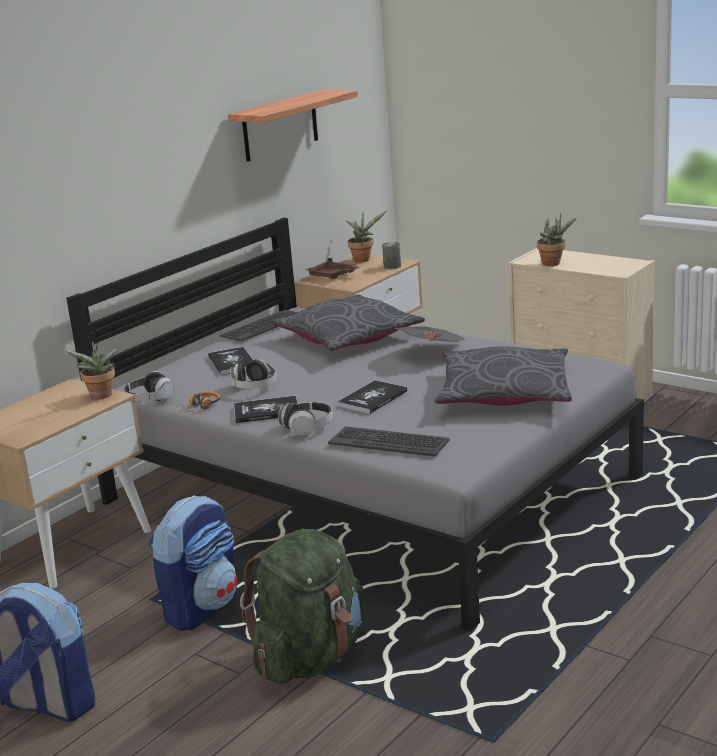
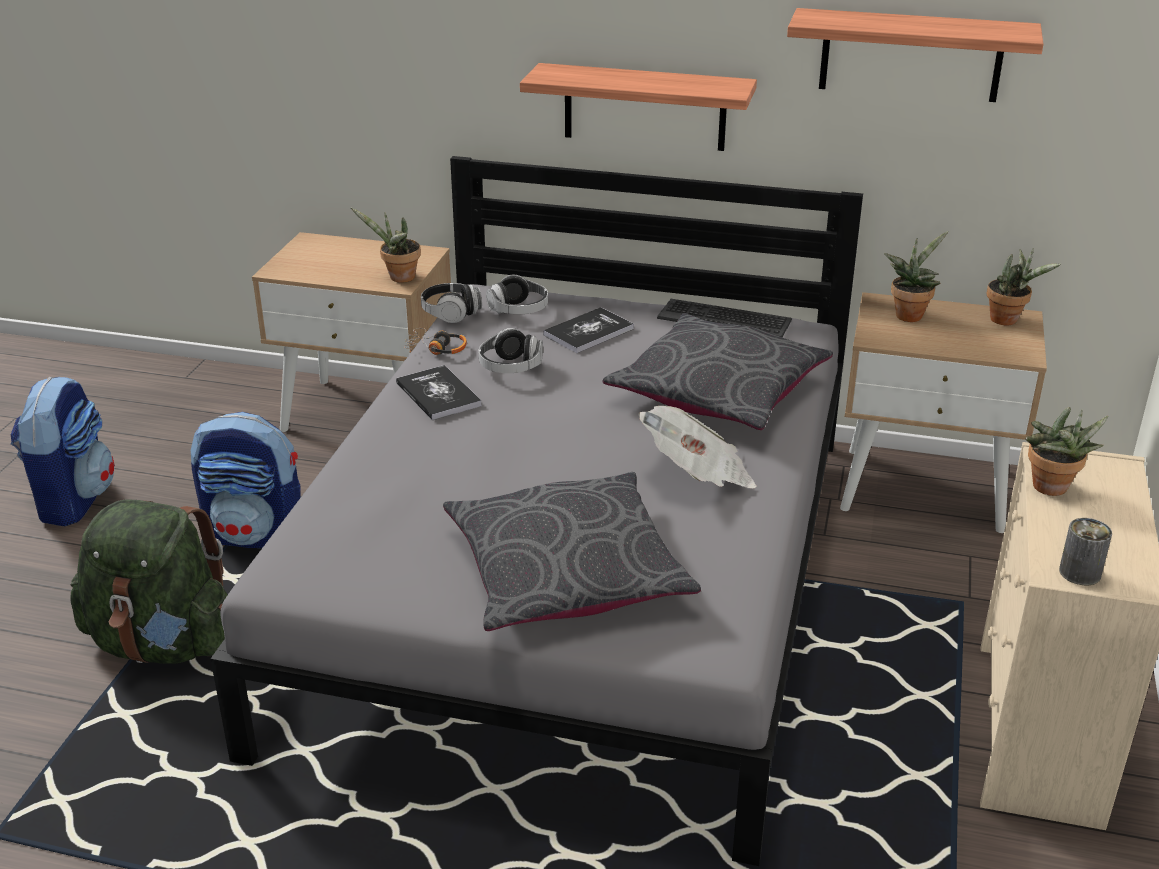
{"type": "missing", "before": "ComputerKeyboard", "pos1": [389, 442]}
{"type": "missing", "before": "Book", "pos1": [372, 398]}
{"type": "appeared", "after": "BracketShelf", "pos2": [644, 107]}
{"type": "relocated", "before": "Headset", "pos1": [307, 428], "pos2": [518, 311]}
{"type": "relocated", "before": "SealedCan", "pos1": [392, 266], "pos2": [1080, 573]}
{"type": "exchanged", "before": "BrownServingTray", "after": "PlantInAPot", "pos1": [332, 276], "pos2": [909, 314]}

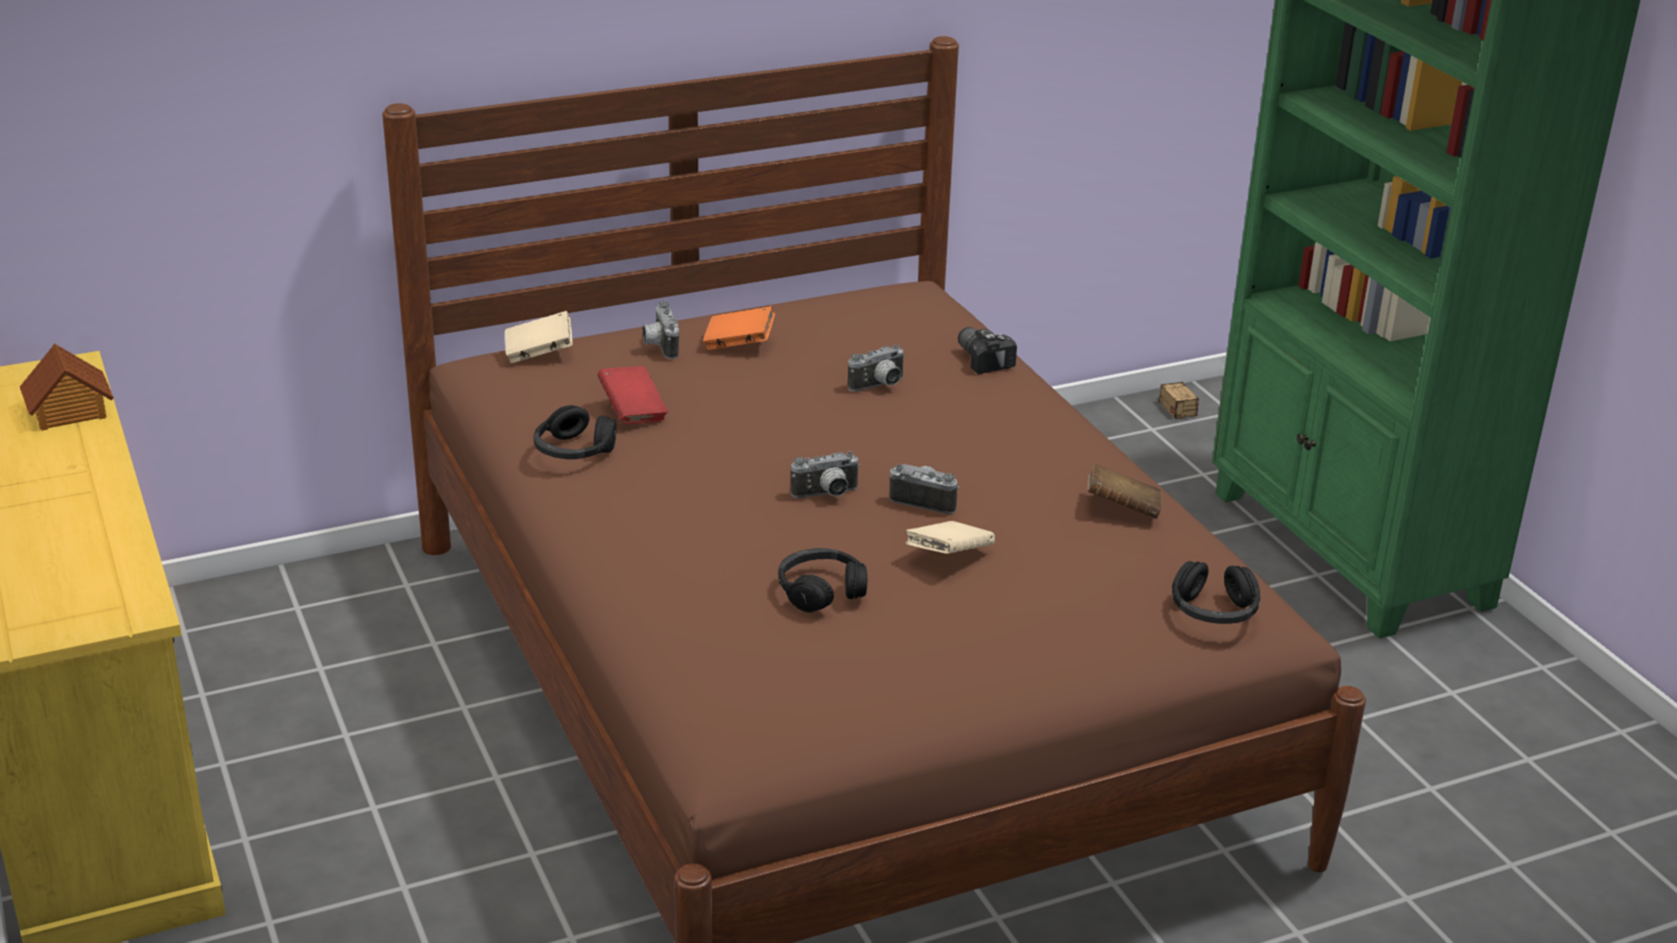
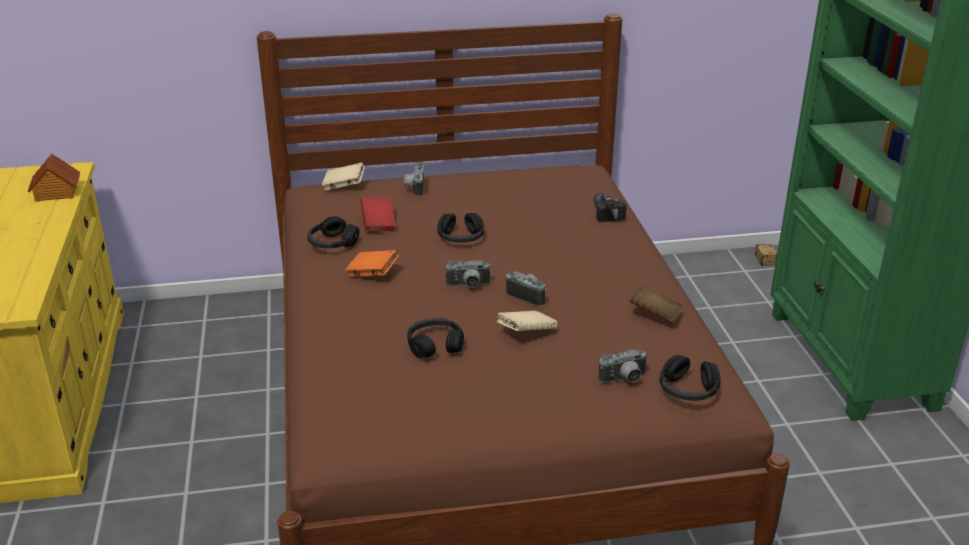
{"type": "appeared", "after": "BlackHeadset", "pos2": [461, 238]}
{"type": "relocated", "before": "OrangeColouredBook", "pos1": [739, 344], "pos2": [372, 274]}
{"type": "relocated", "before": "StillCamera", "pos1": [879, 386], "pos2": [624, 380]}

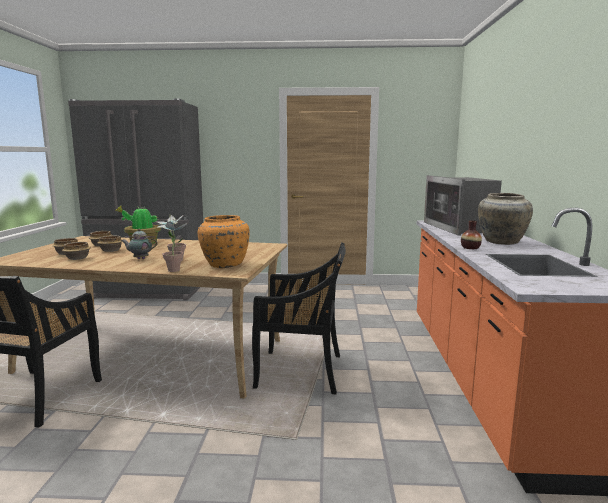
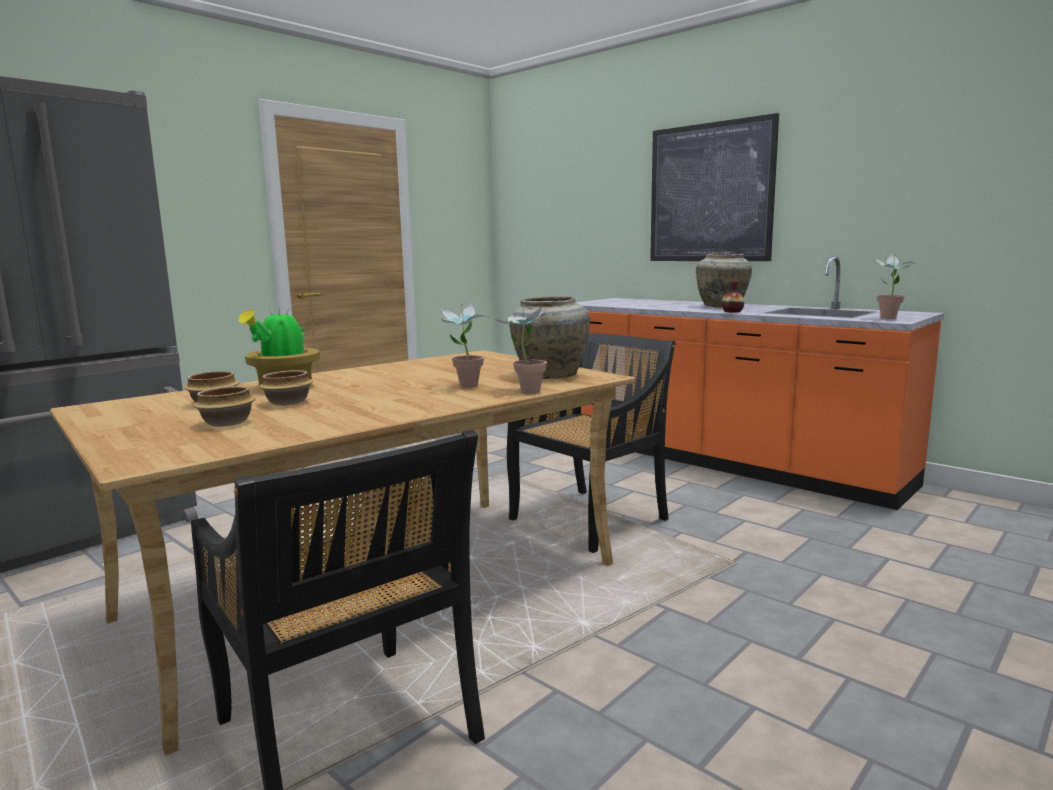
{"type": "missing", "before": "DeepDish", "pos1": [77, 258]}
{"type": "missing", "before": "TeaPot", "pos1": [140, 259]}
{"type": "missing", "before": "MicrowaveOven", "pos1": [459, 228]}
{"type": "appeared", "after": "Picture", "pos2": [710, 193]}
{"type": "appeared", "after": "PlantInAPot", "pos2": [888, 318]}
{"type": "colour", "before": "OrangeColouredFlowerVase", "after": "SandColouredFlowerVase", "pos1": [224, 265], "pos2": [549, 375]}

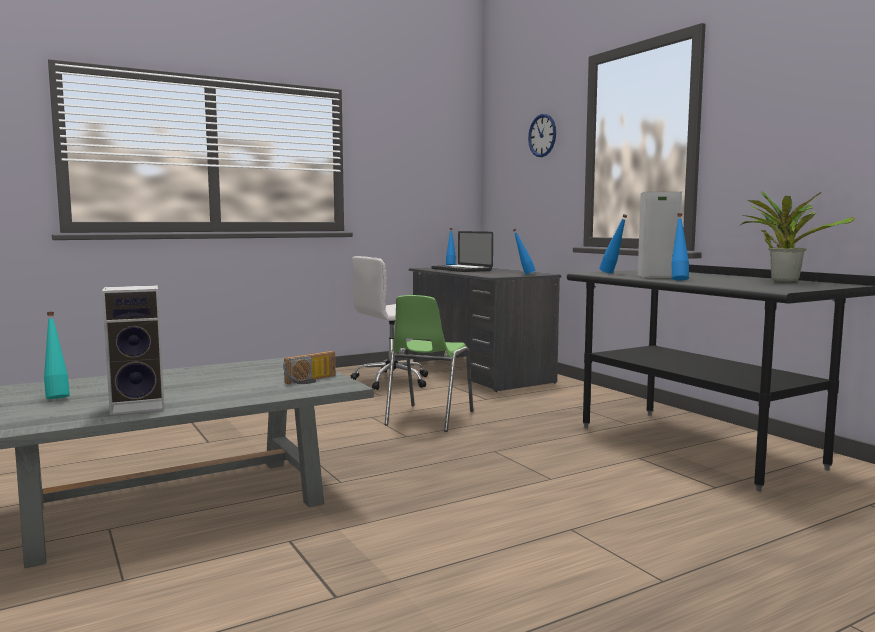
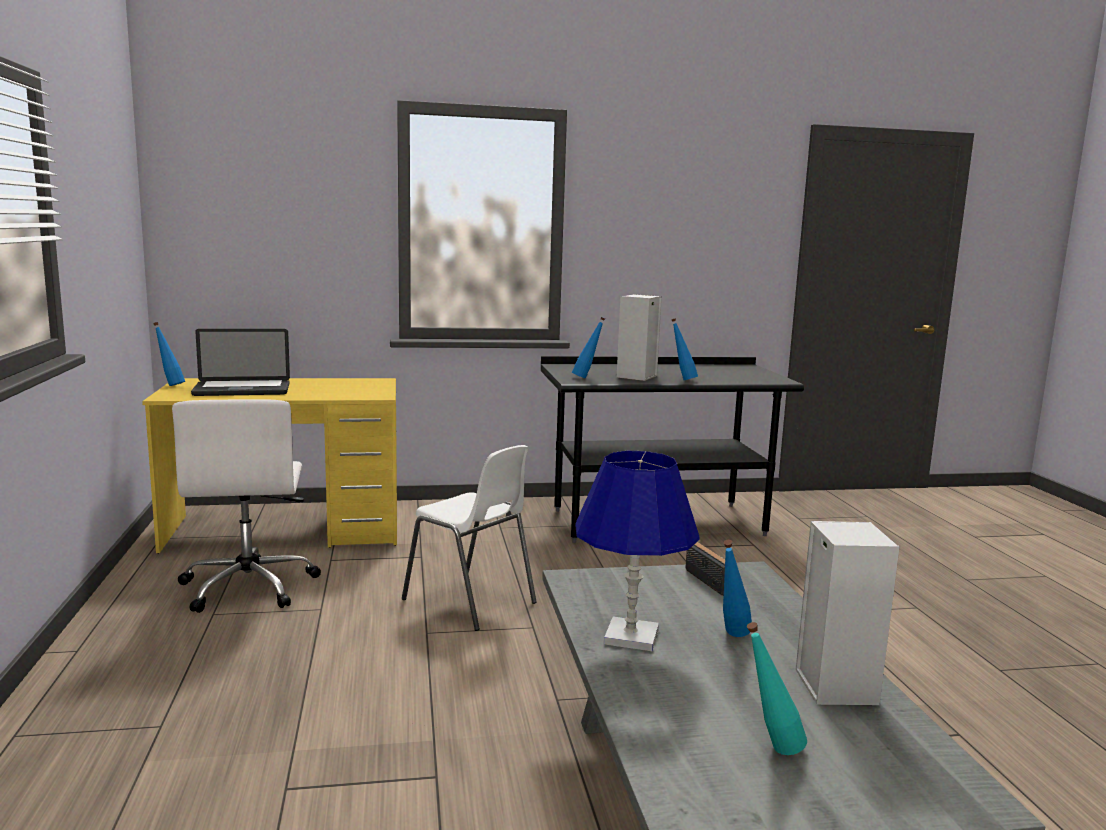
{"type": "missing", "before": "WallClock", "pos1": [542, 135]}
{"type": "missing", "before": "PlantInAPot", "pos1": [782, 281]}
{"type": "appeared", "after": "BluishTabletopLamp", "pos2": [630, 636]}
{"type": "relocated", "before": "BluishBeverageBottle", "pos1": [523, 274], "pos2": [731, 637]}
{"type": "colour", "before": "GreenishPlainChair", "after": "WhitishPlainChair", "pos1": [428, 418], "pos2": [470, 601]}
{"type": "colour", "before": "GreyishDesk", "after": "YellowColouredDesk", "pos1": [480, 372], "pos2": [286, 531]}

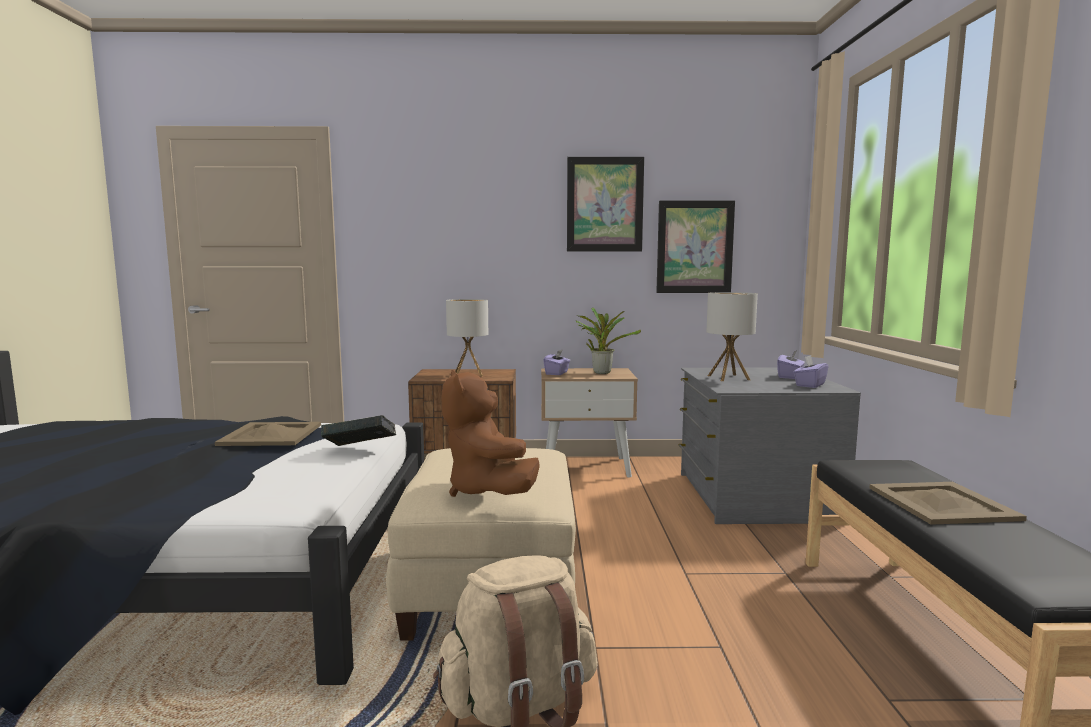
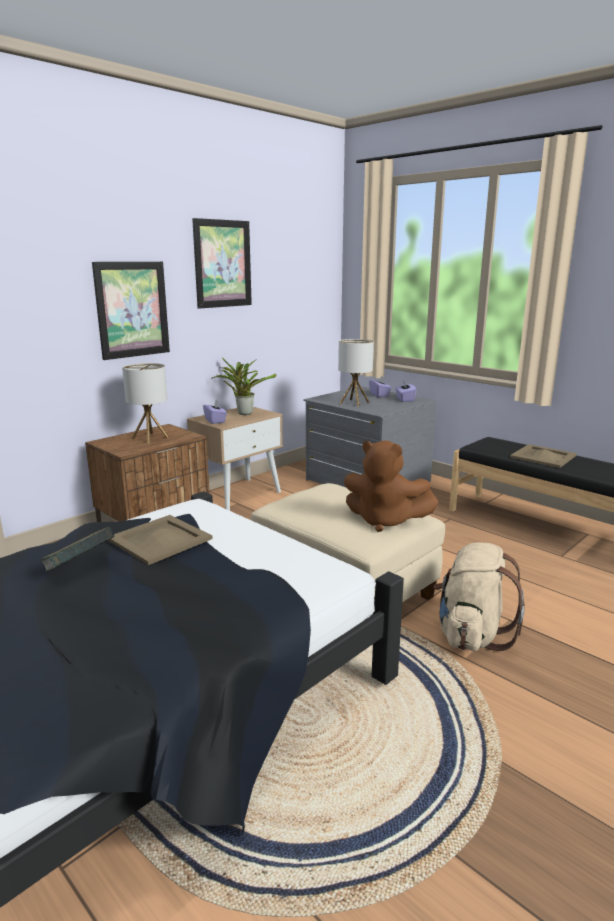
{"type": "relocated", "before": "Book", "pos1": [360, 450], "pos2": [79, 568]}
{"type": "relocated", "before": "Picture", "pos1": [694, 247], "pos2": [132, 309]}

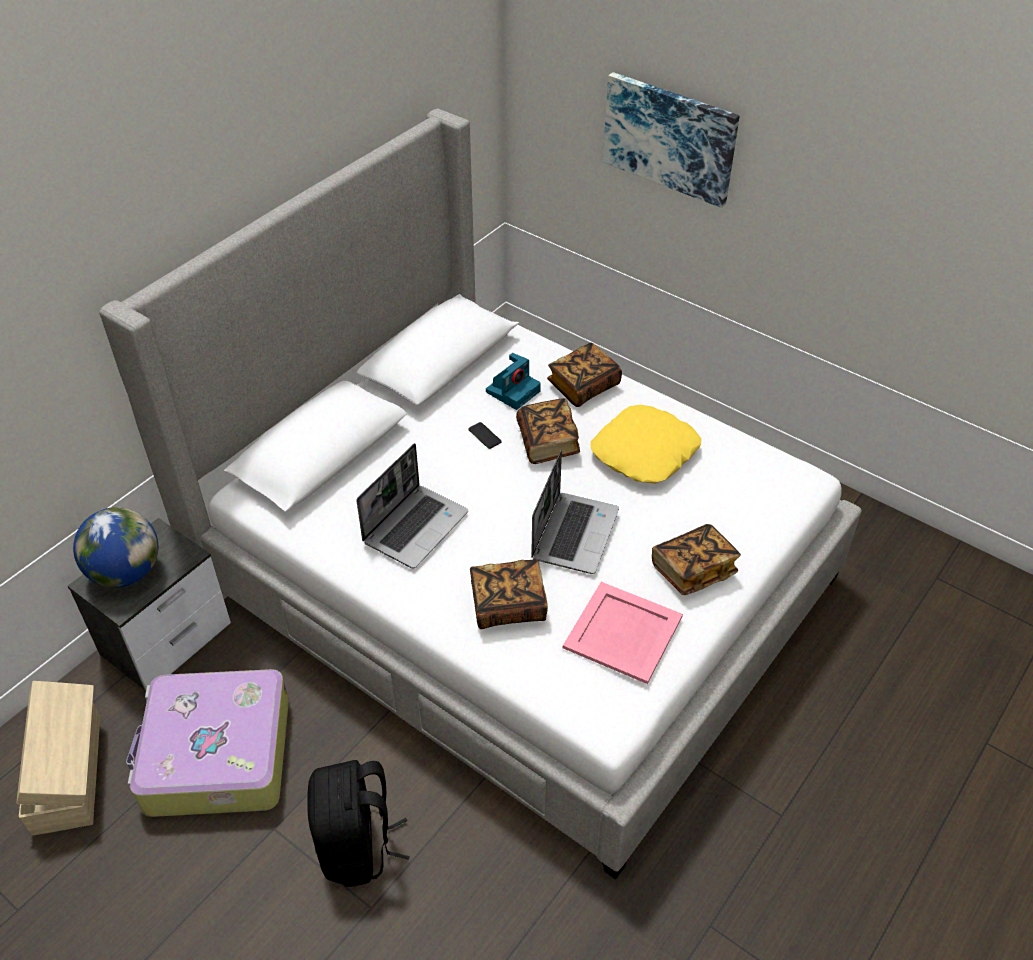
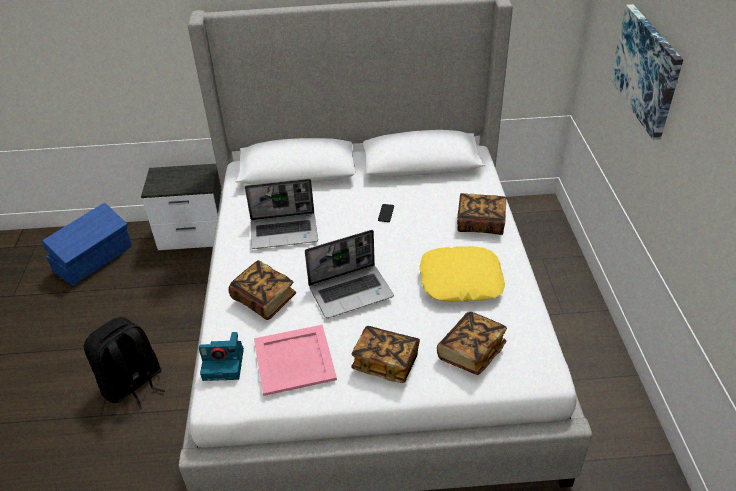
{"type": "missing", "before": "WorldGlobe", "pos1": [126, 572]}
{"type": "missing", "before": "PieceOfLuggage", "pos1": [216, 755]}
{"type": "relocated", "before": "StillCamera", "pos1": [513, 391], "pos2": [224, 363]}
{"type": "relocated", "before": "Book", "pos1": [548, 443], "pos2": [471, 352]}
{"type": "colour", "before": "SandColouredStorageContainer", "after": "BluishStorageContainer", "pos1": [69, 772], "pos2": [95, 259]}

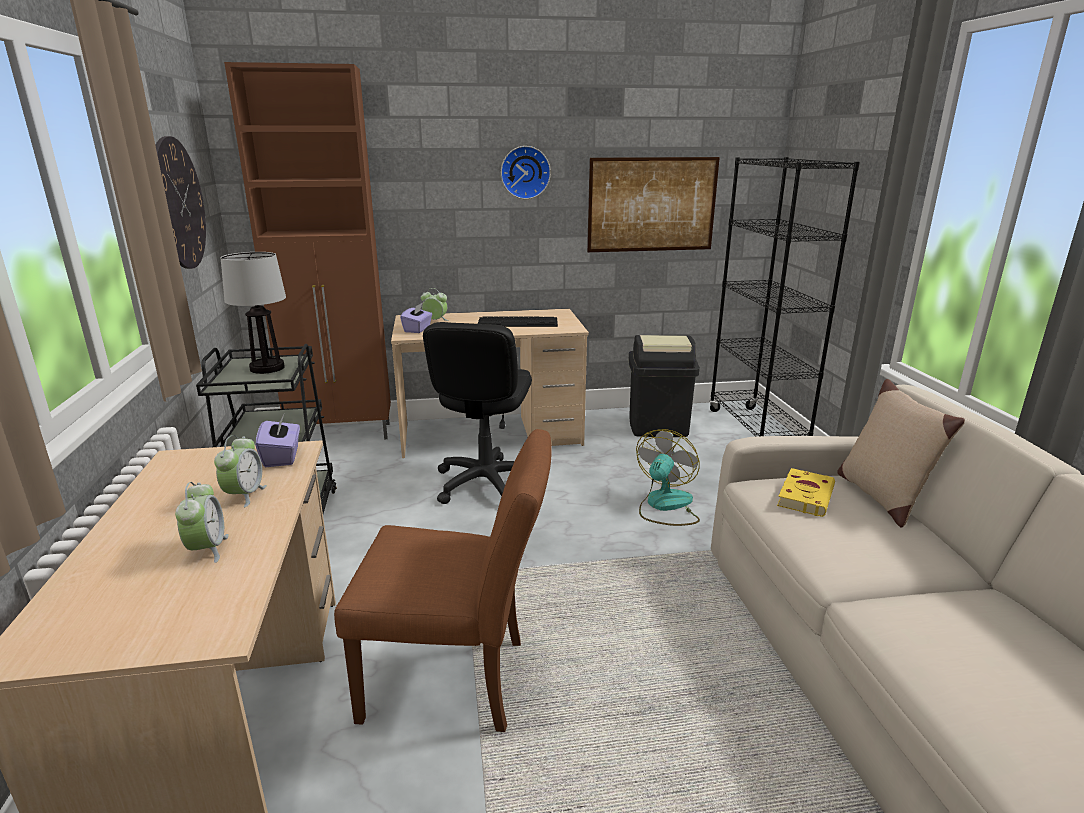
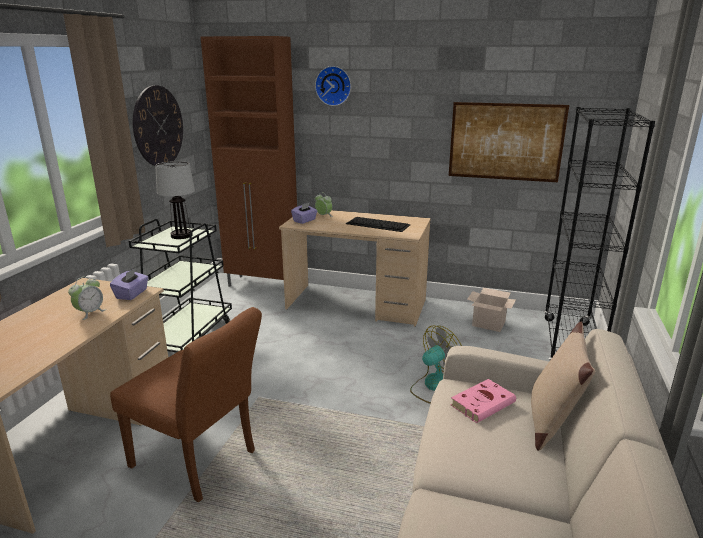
{"type": "missing", "before": "TableClock", "pos1": [207, 549]}
{"type": "missing", "before": "BlackComputerChair", "pos1": [485, 483]}
{"type": "relocated", "before": "WallClock", "pos1": [525, 172], "pos2": [333, 86]}
{"type": "exchanged", "before": "BlackTrashCan", "after": "CardboardBox", "pos1": [658, 427], "pos2": [487, 324]}
{"type": "colour", "before": "YellowColouredBook", "after": "PinkBook", "pos1": [805, 495], "pos2": [483, 403]}

